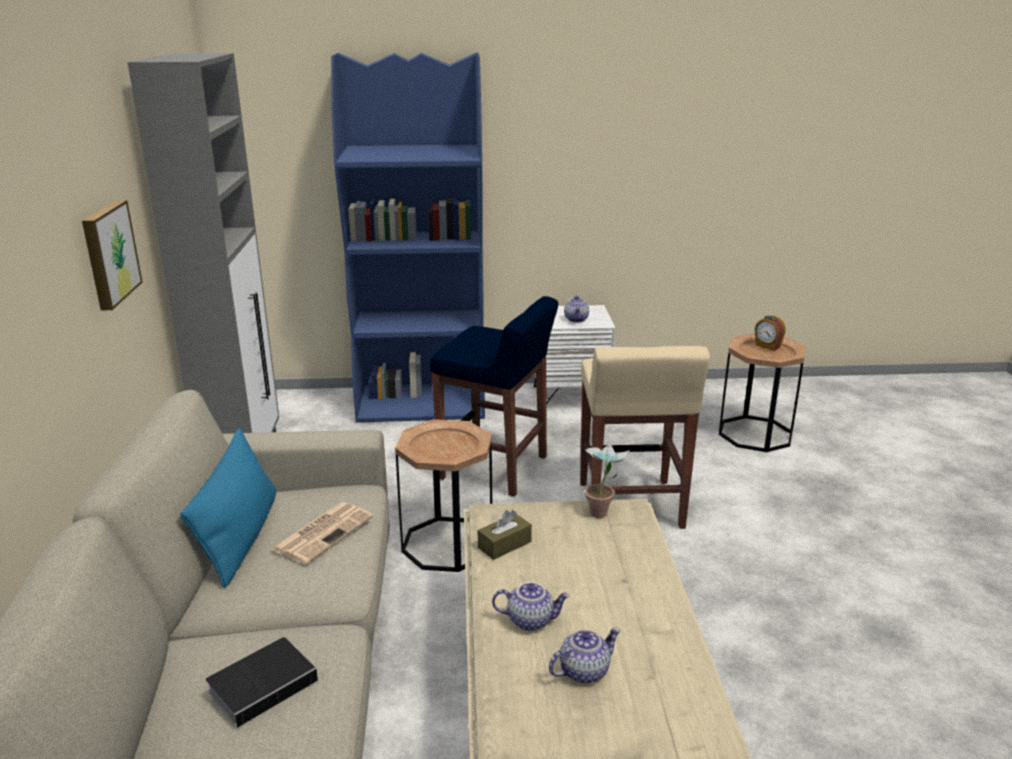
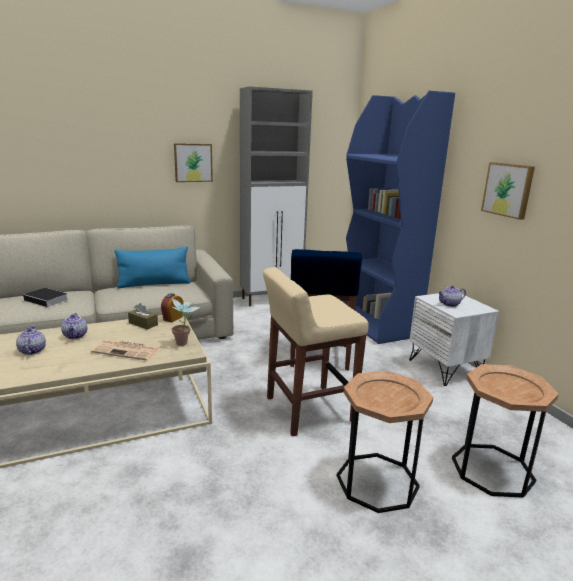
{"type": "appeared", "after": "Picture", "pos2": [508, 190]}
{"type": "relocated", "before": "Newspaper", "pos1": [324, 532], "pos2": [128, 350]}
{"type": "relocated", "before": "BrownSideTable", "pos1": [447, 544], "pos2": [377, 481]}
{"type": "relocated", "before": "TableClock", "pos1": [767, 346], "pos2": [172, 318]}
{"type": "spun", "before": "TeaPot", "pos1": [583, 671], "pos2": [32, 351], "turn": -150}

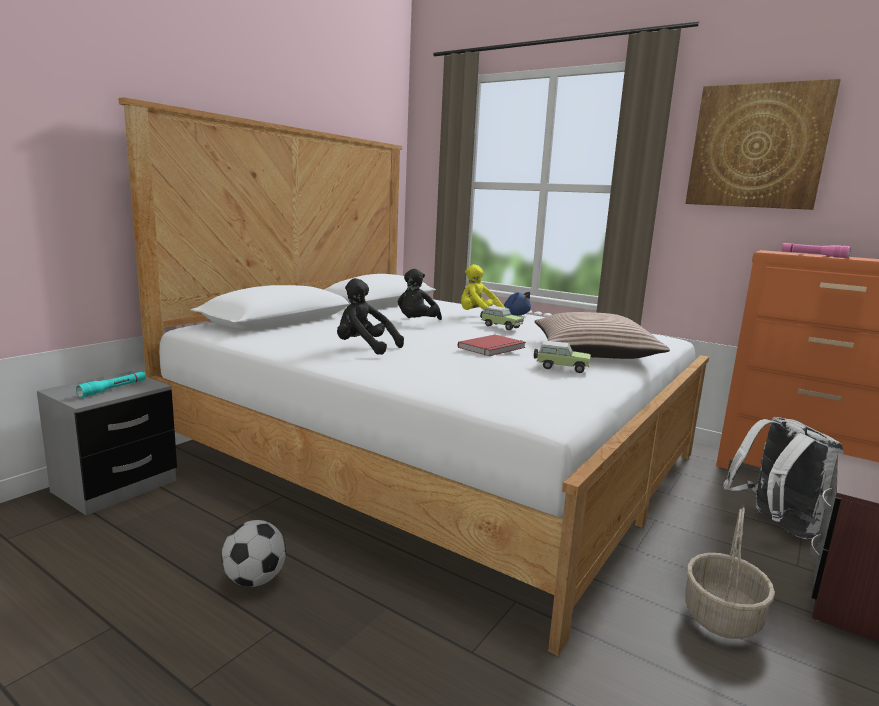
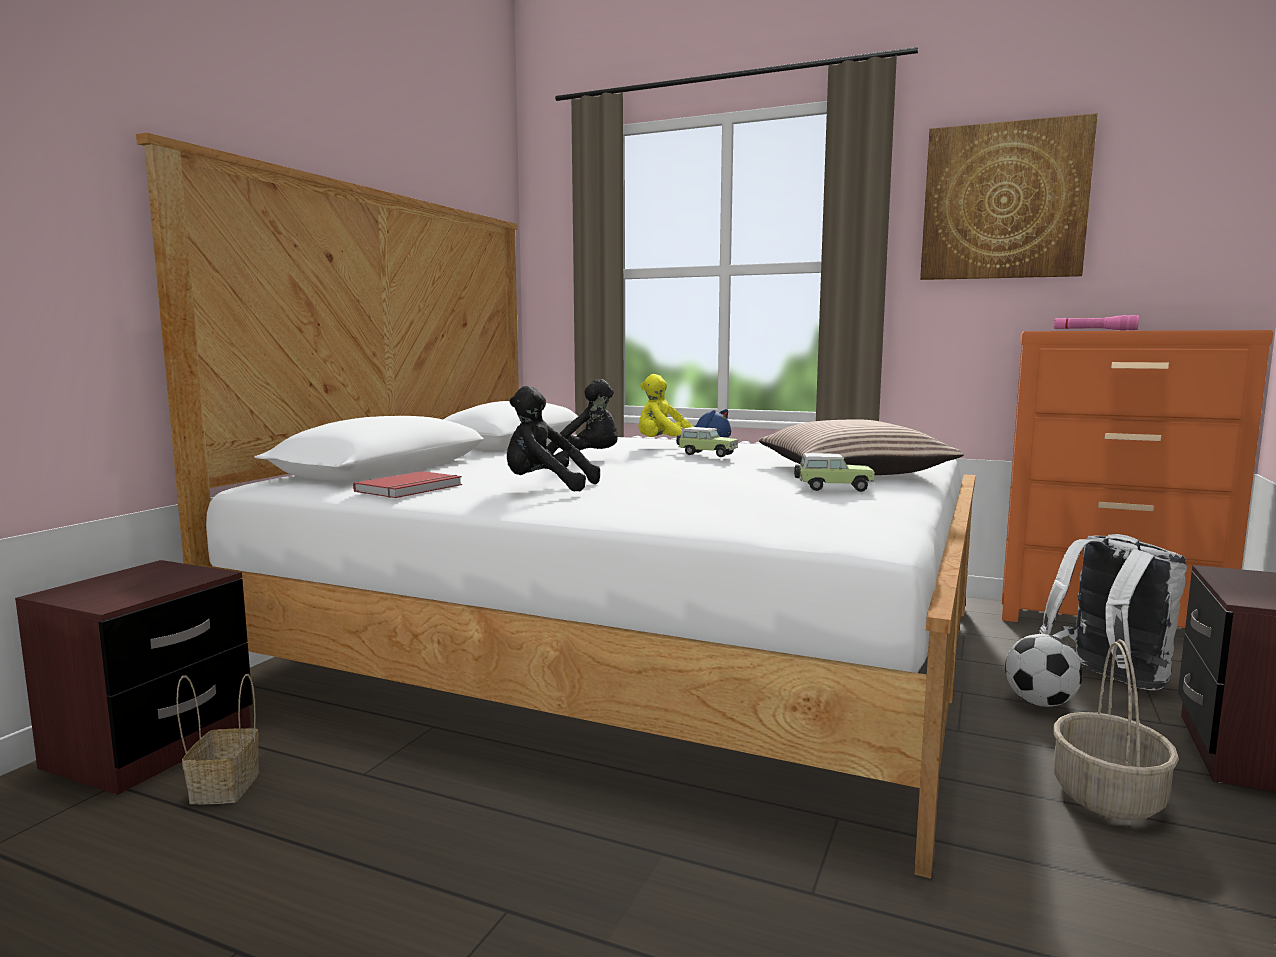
{"type": "missing", "before": "BlueGreenHandTorch", "pos1": [113, 389]}
{"type": "appeared", "after": "Basket", "pos2": [224, 786]}
{"type": "relocated", "before": "FootballBall", "pos1": [254, 580], "pos2": [1039, 703]}
{"type": "relocated", "before": "RedColouredBook", "pos1": [493, 348], "pos2": [411, 488]}
{"type": "colour", "before": "GreyishNightstand", "after": "BrownNightstand", "pos1": [115, 486], "pos2": [151, 747]}
{"type": "spun", "before": "BlackSoftToy", "pos1": [417, 323], "pos2": [588, 459], "turn": -75}

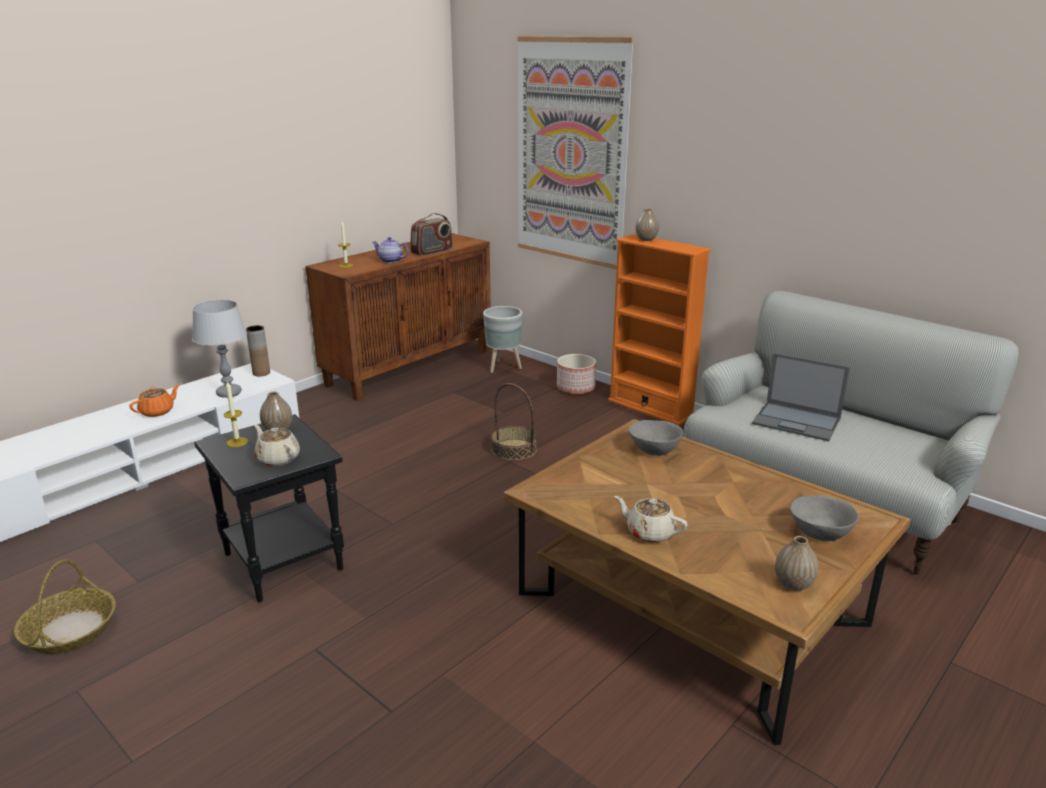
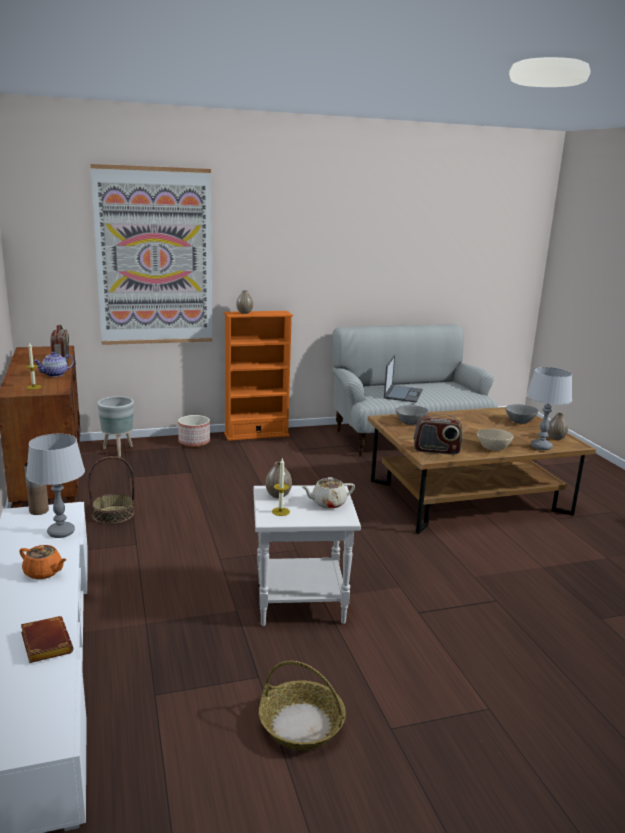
{"type": "appeared", "after": "BrownBook", "pos2": [44, 643]}
{"type": "appeared", "after": "Radio", "pos2": [436, 450]}
{"type": "appeared", "after": "GreyishTabletopLamp", "pos2": [541, 447]}
{"type": "relocated", "before": "Basket", "pos1": [514, 450], "pos2": [113, 514]}
{"type": "exchanged", "before": "SandColouredTeaPot", "after": "SandColouredDeepDish", "pos1": [649, 532], "pos2": [493, 447]}
{"type": "colour", "before": "BlackSideTable", "after": "WhitishSideTable", "pos1": [286, 562], "pos2": [301, 601]}
{"type": "spun", "before": "OrangeColouredTeaPot", "pos1": [158, 411], "pos2": [44, 572], "turn": 135}
{"type": "spun", "before": "PortableComputer", "pos1": [797, 421], "pos2": [403, 394], "turn": -45}

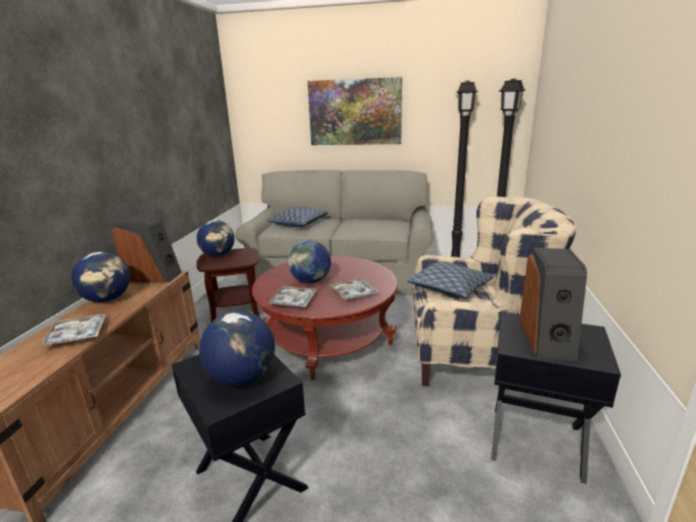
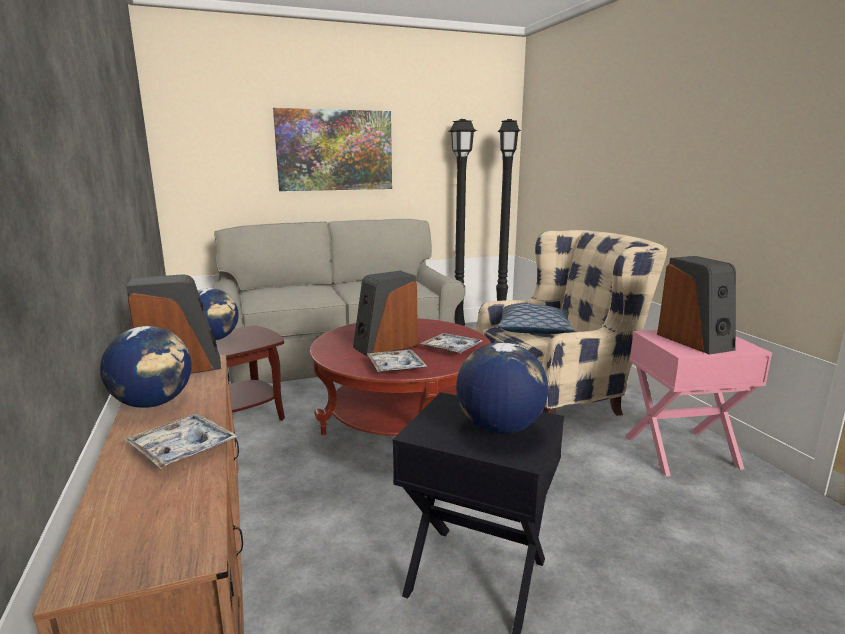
{"type": "missing", "before": "ThrowPillow", "pos1": [298, 223]}
{"type": "exchanged", "before": "WorldGlobe", "after": "Speaker", "pos1": [311, 281], "pos2": [385, 346]}
{"type": "colour", "before": "BlackSideTable", "after": "PinkSideTable", "pos1": [535, 442], "pos2": [682, 452]}

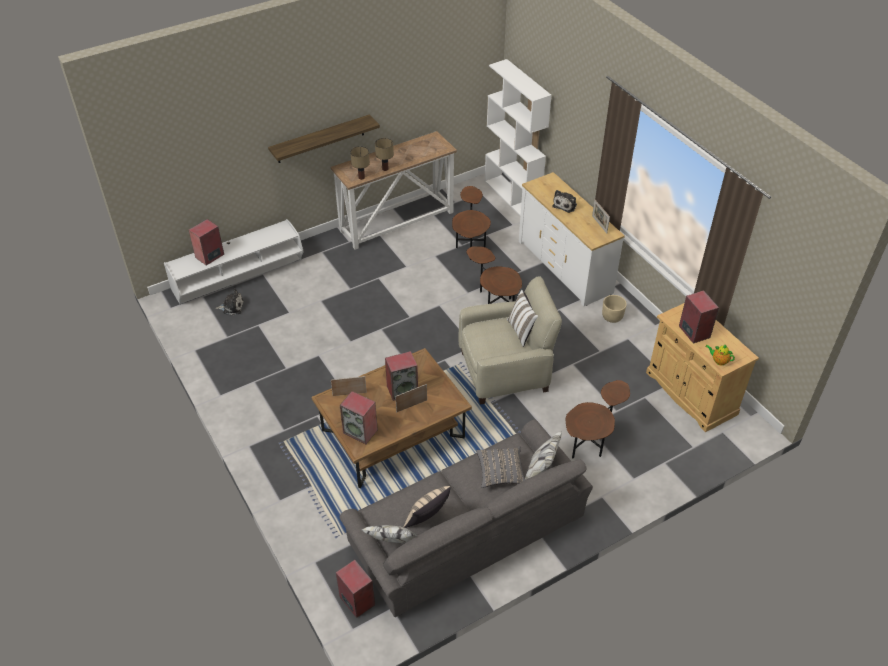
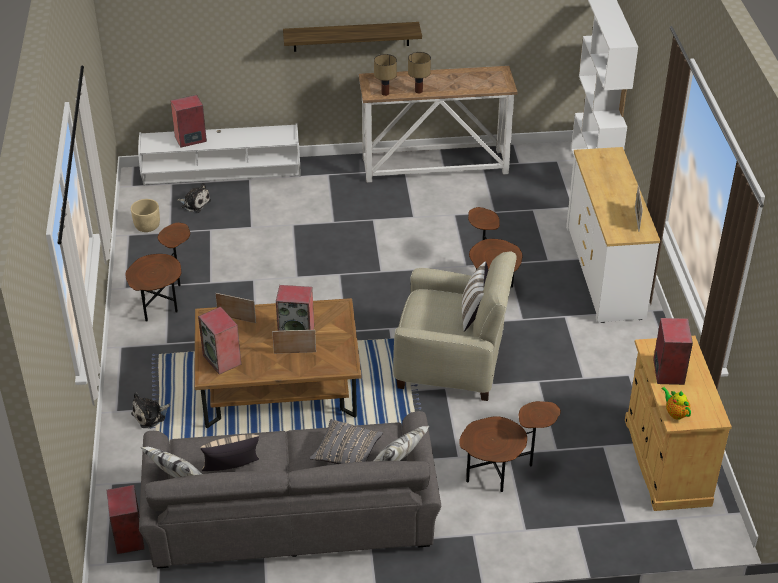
{"type": "relocated", "before": "BrownSideTable", "pos1": [470, 243], "pos2": [164, 300]}
{"type": "relocated", "before": "SoftToy", "pos1": [565, 205], "pos2": [150, 415]}
{"type": "relocated", "before": "SandColouredPlanter", "pos1": [612, 317], "pos2": [147, 226]}

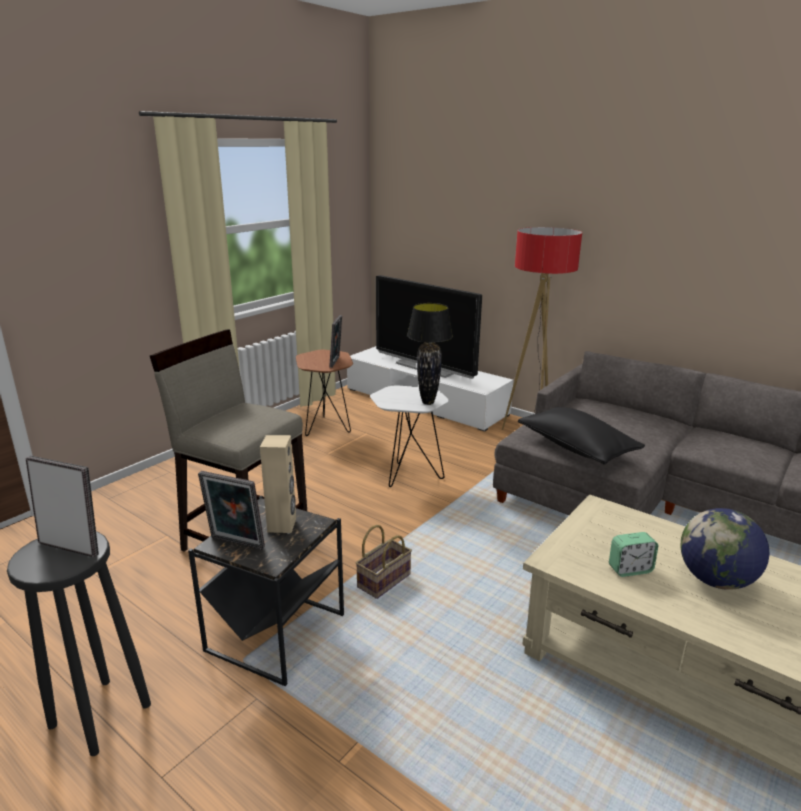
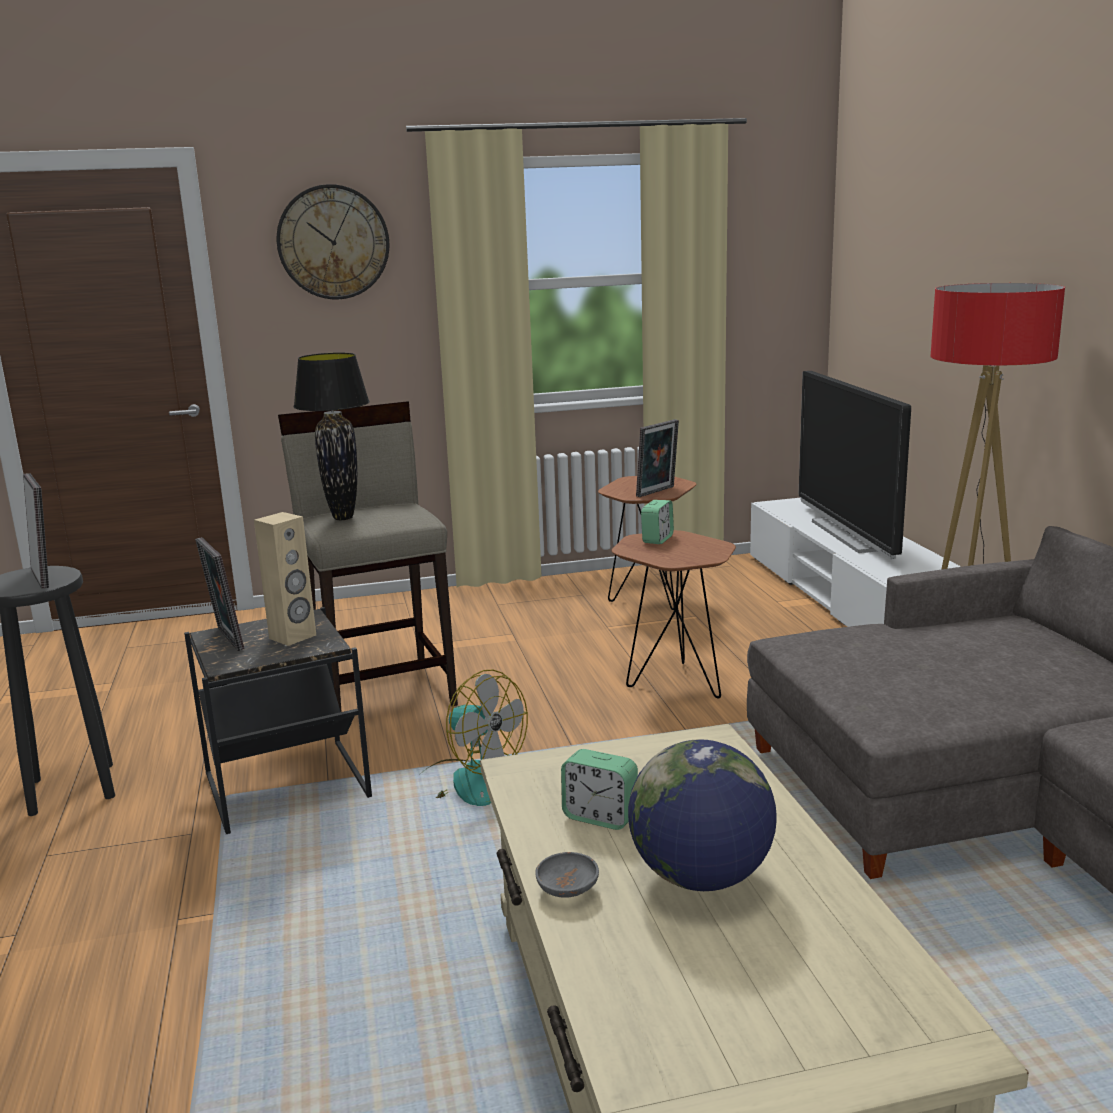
{"type": "missing", "before": "BlackThrowPillow", "pos1": [576, 448]}
{"type": "appeared", "after": "WallClock", "pos2": [333, 242]}
{"type": "appeared", "after": "GreyishDeepDish", "pos2": [567, 890]}
{"type": "appeared", "after": "TableClock", "pos2": [657, 539]}
{"type": "relocated", "before": "BlackTabletopLamp", "pos1": [427, 402], "pos2": [343, 518]}
{"type": "exchanged", "before": "Basket", "after": "CoolingFan", "pos1": [384, 580], "pos2": [466, 782]}
{"type": "colour", "before": "WhitishSideTable", "after": "BrownSideTable", "pos1": [407, 476], "pos2": [674, 681]}

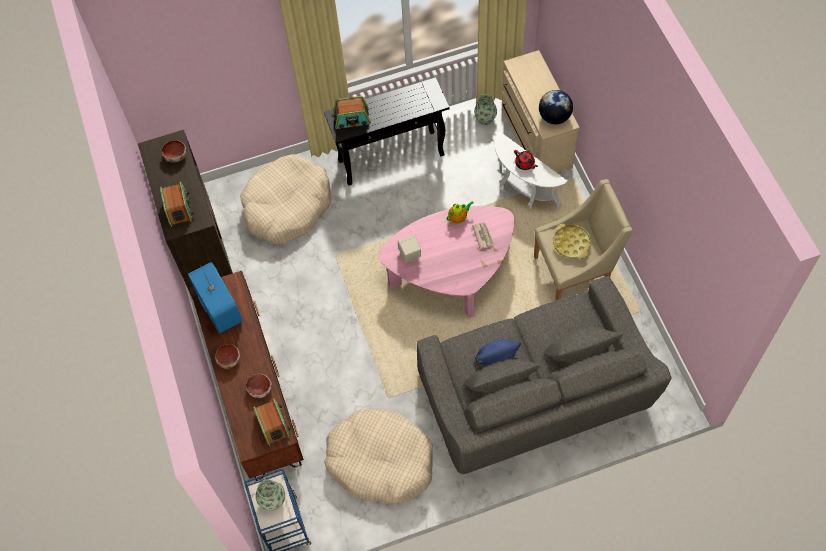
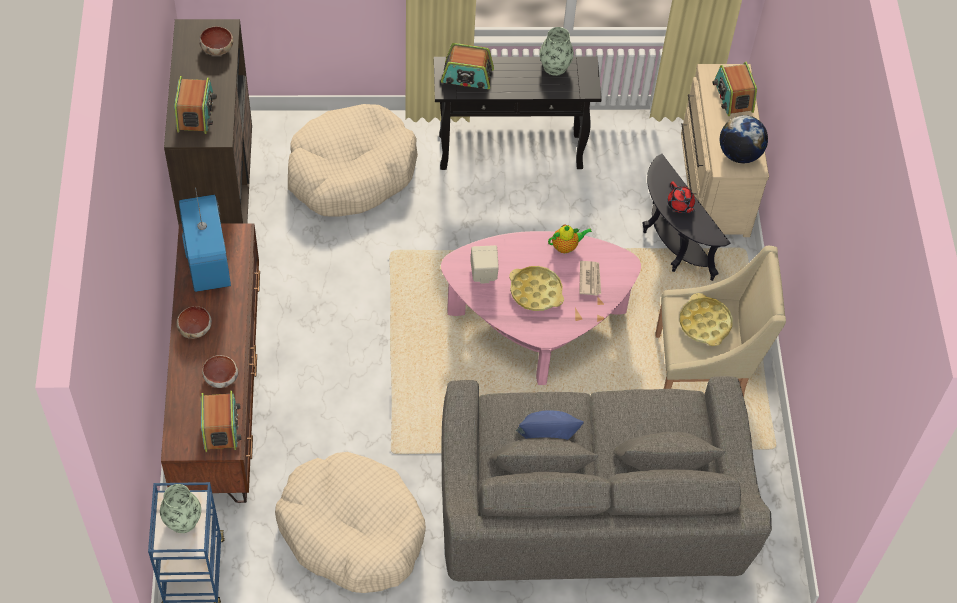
{"type": "appeared", "after": "YellowColouredServingTray", "pos2": [536, 291]}
{"type": "appeared", "after": "Radio", "pos2": [733, 96]}
{"type": "relocated", "before": "FlowerVase", "pos1": [485, 119], "pos2": [555, 66]}
{"type": "colour", "before": "WhitishSideTable", "after": "BlackSideTable", "pos1": [522, 190], "pos2": [671, 245]}

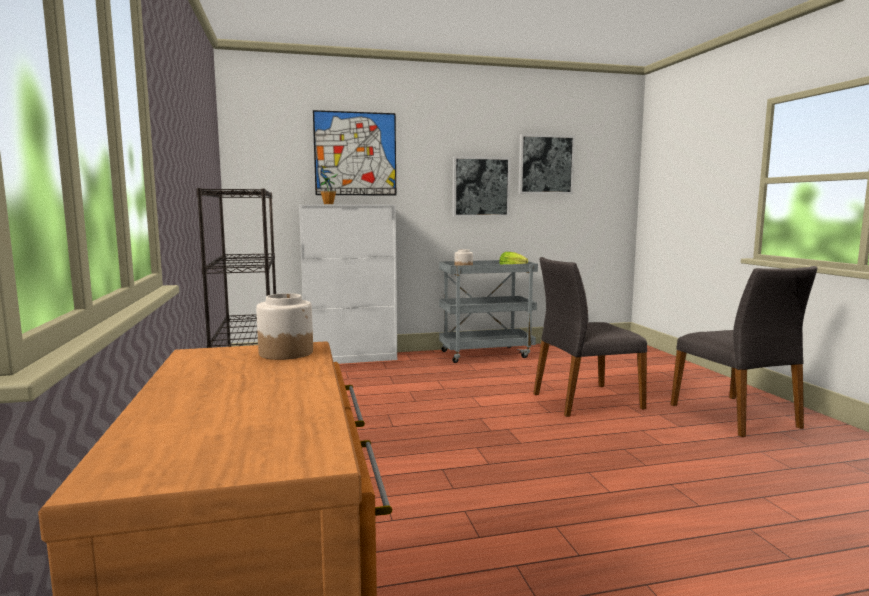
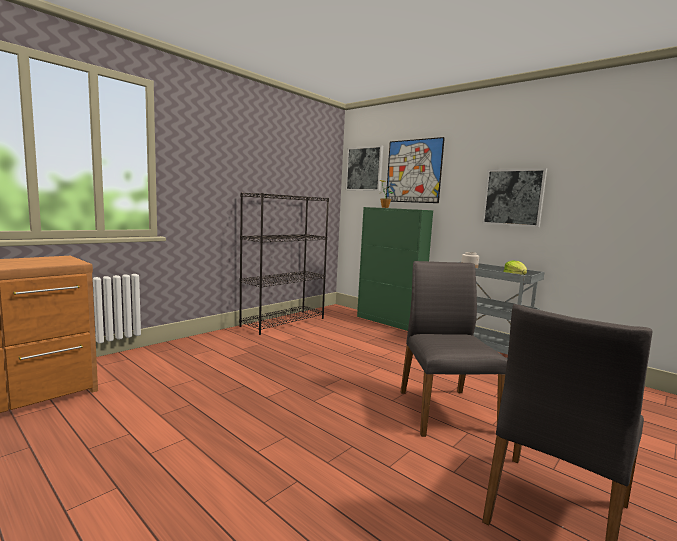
{"type": "missing", "before": "PreserveJar", "pos1": [286, 352]}
{"type": "relocated", "before": "Picture", "pos1": [545, 164], "pos2": [364, 169]}
{"type": "colour", "before": "WhitishCupboard", "after": "GreenishCupboard", "pos1": [351, 359], "pos2": [389, 322]}
{"type": "spun", "before": "GreyishPlainChair", "pos1": [585, 400], "pos2": [444, 410], "turn": 45}

